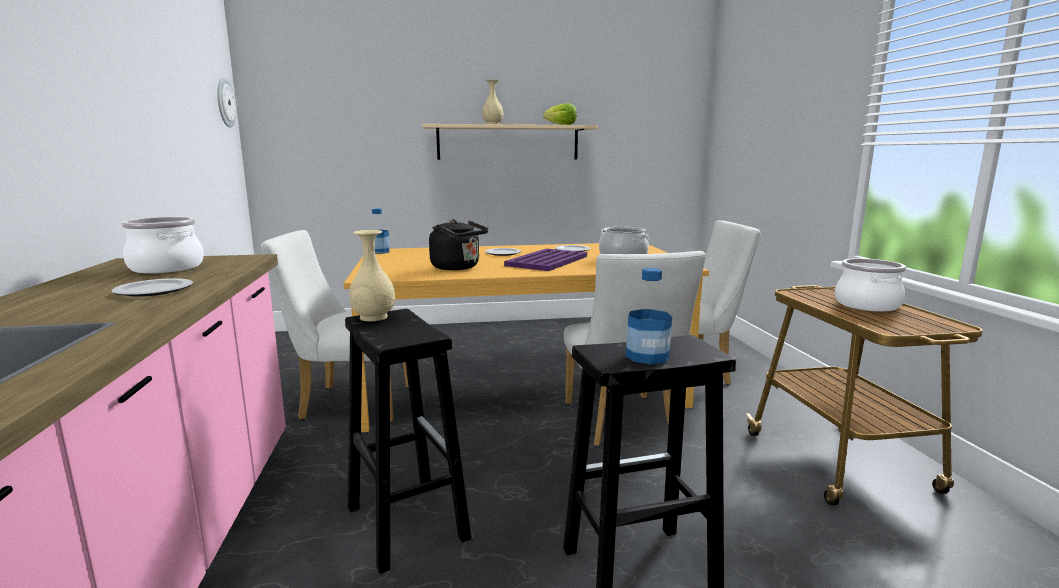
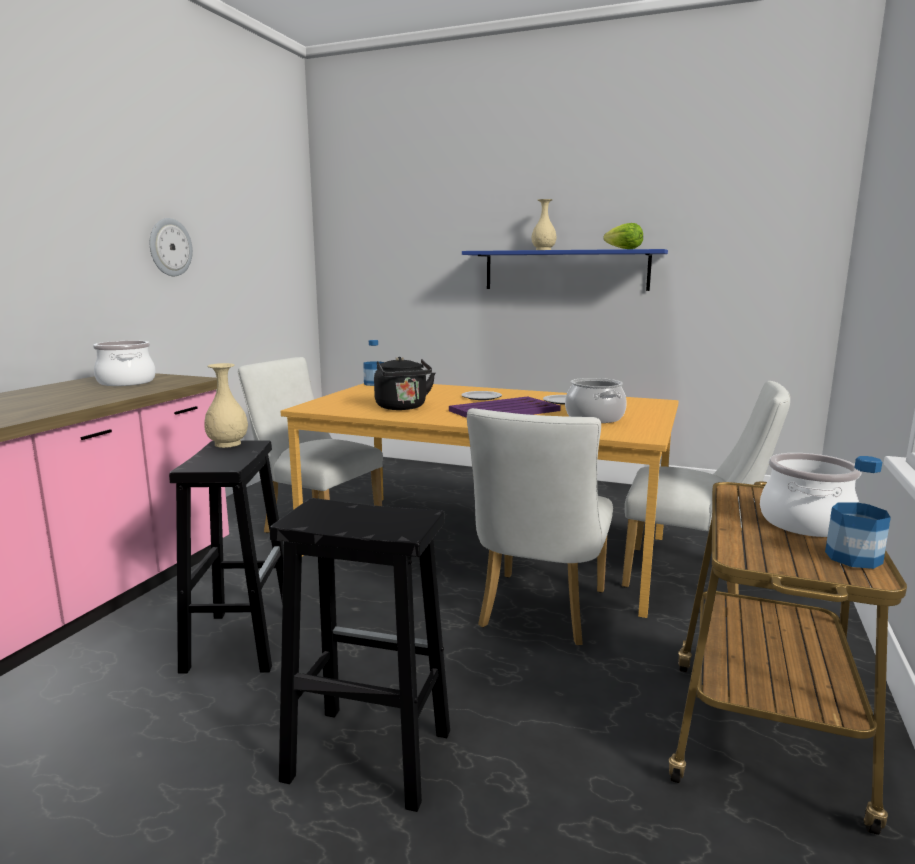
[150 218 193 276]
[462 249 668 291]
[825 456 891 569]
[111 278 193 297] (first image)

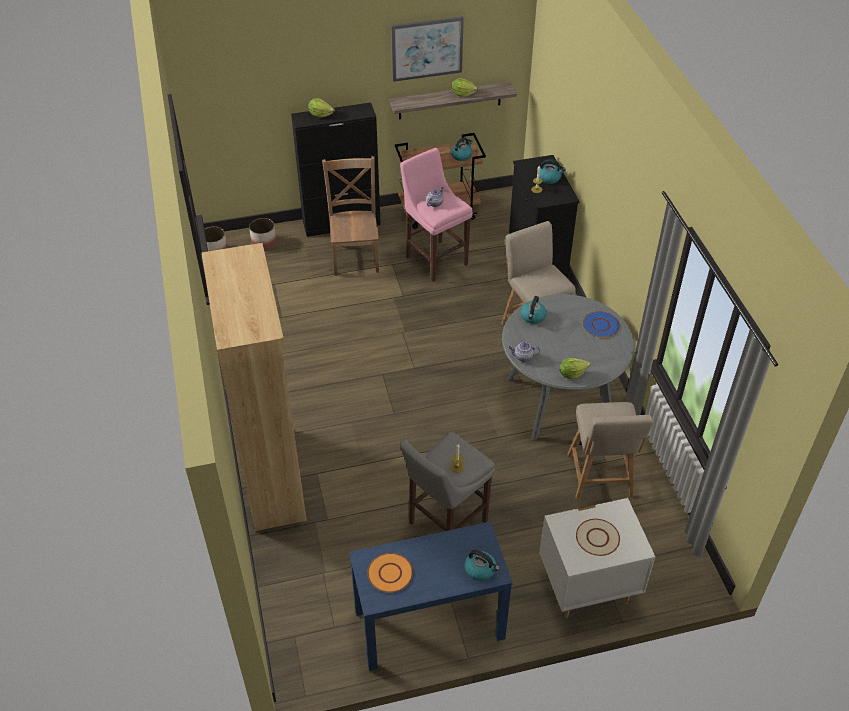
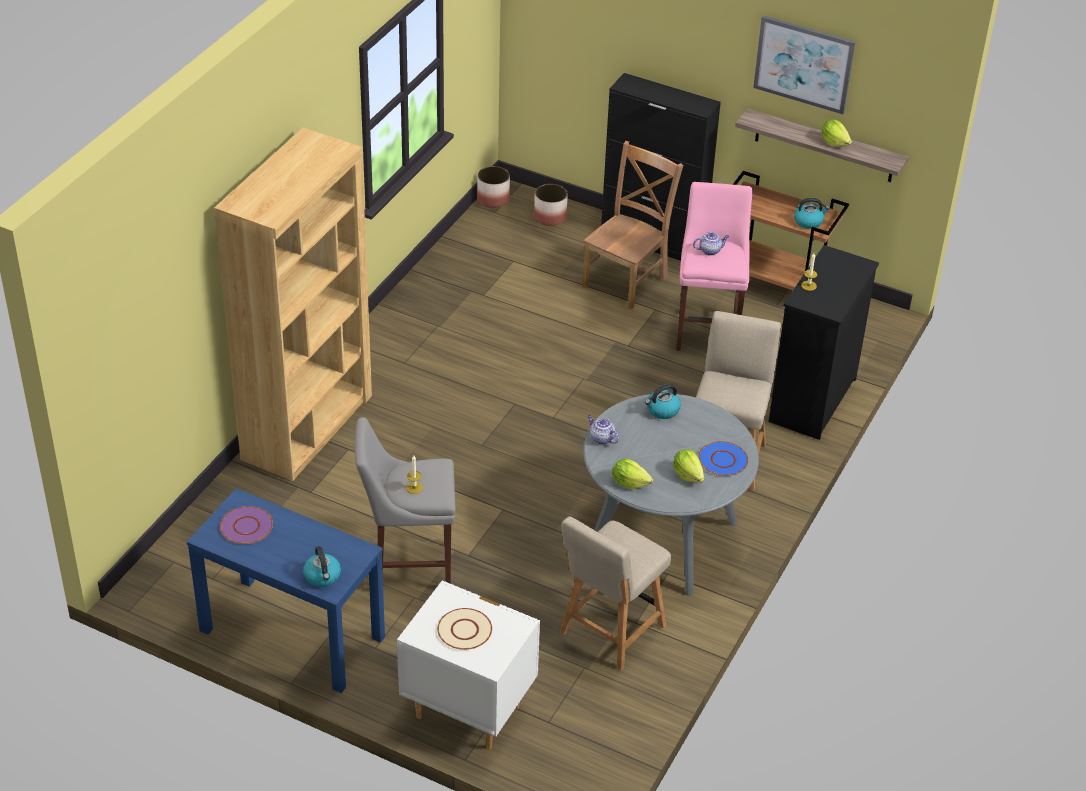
[673 449 704 483]
[539 159 566 184] (first image)
[220 506 273 544]

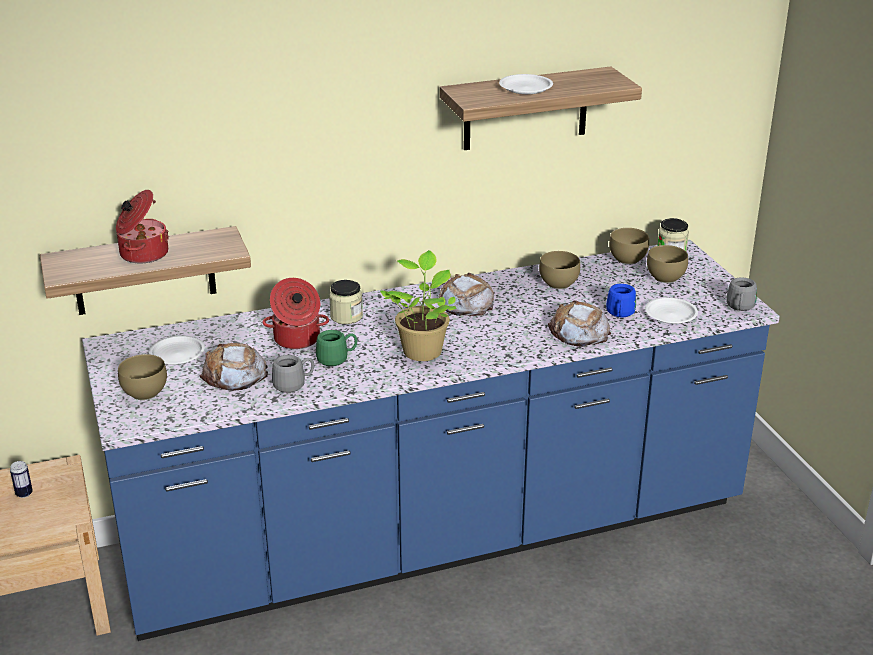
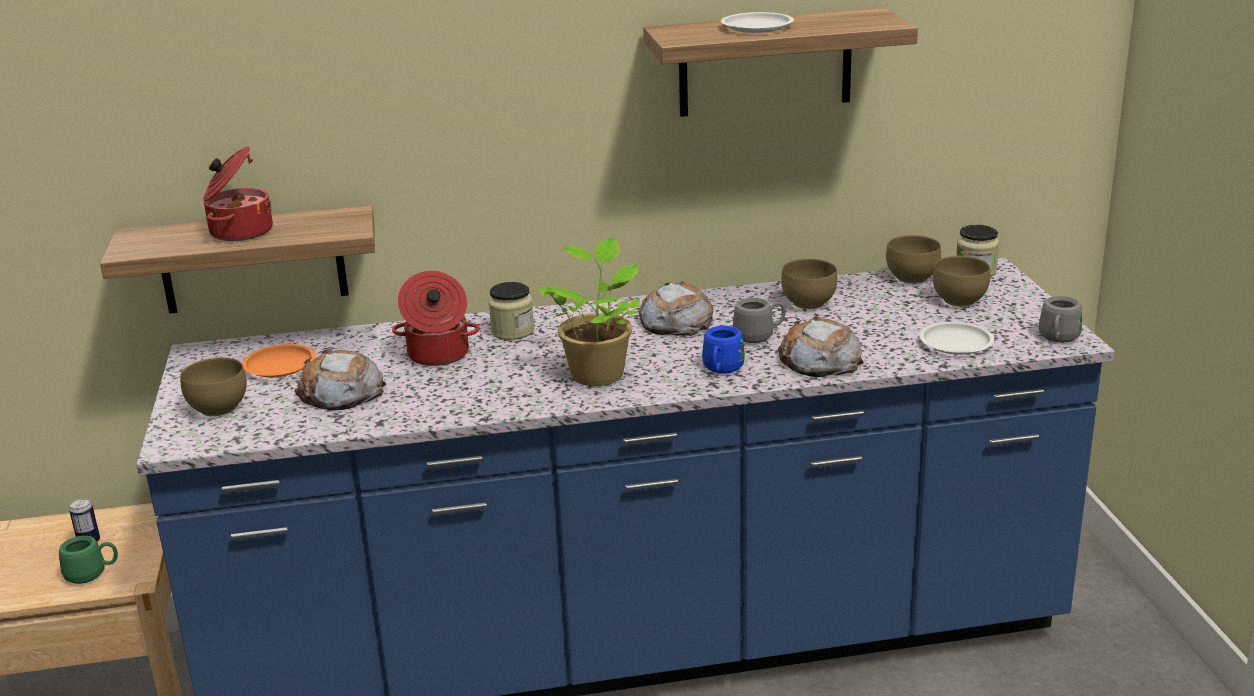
[702 326 745 373]
[59 536 118 584]
[242 344 316 377]
[733 298 785 343]

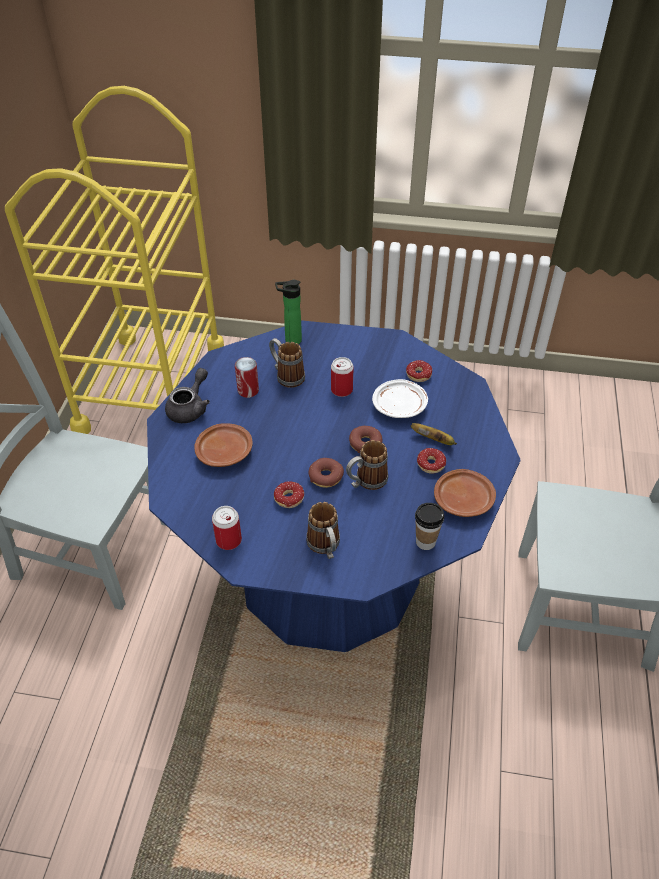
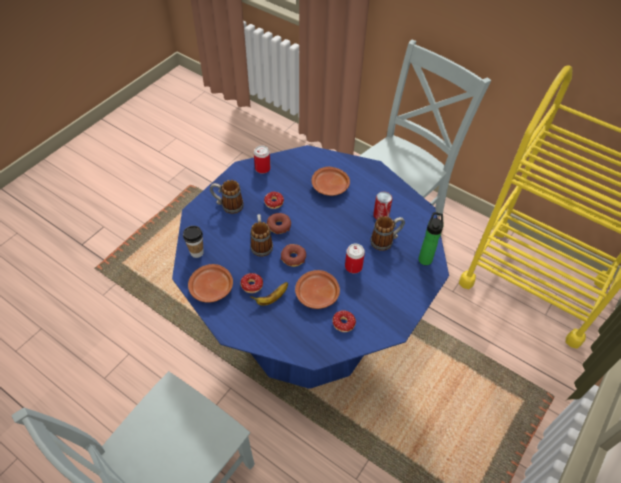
[165 368 210 423] (first image)
[295 270 340 309]

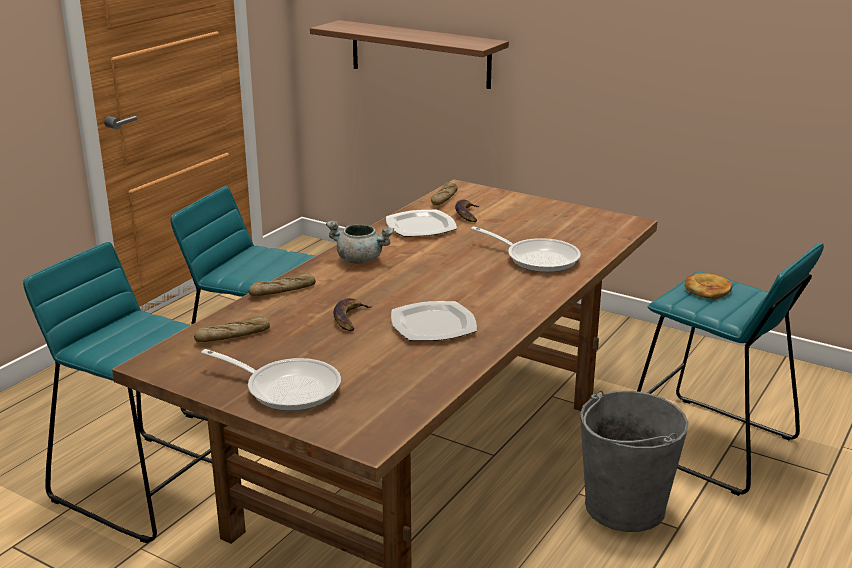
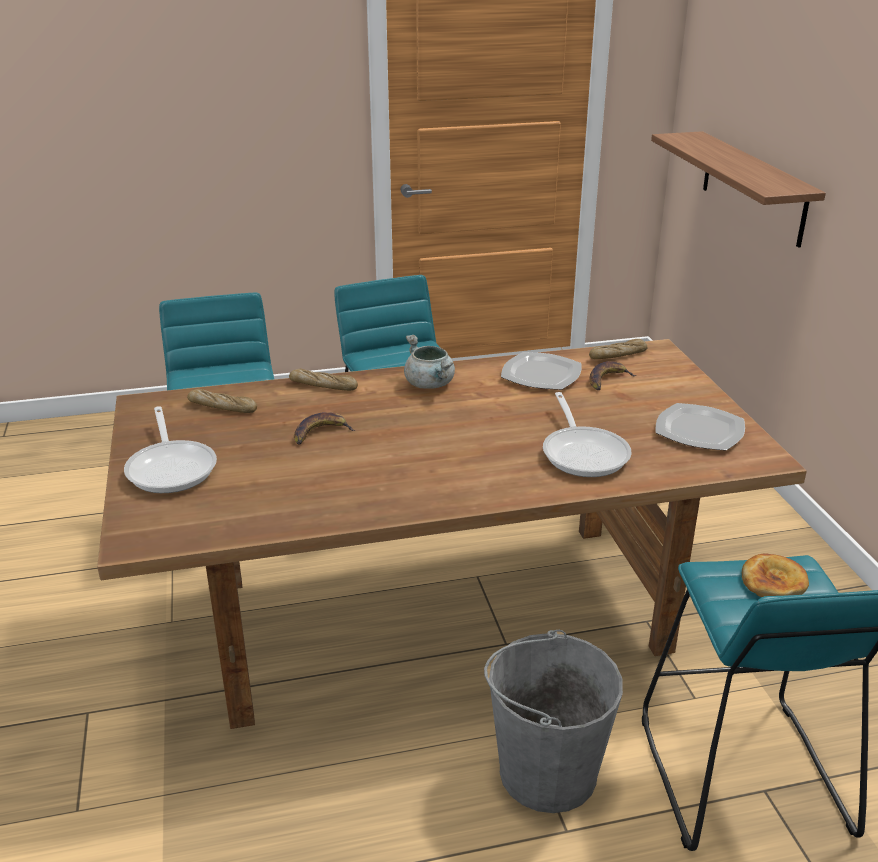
[656 403 745 451]

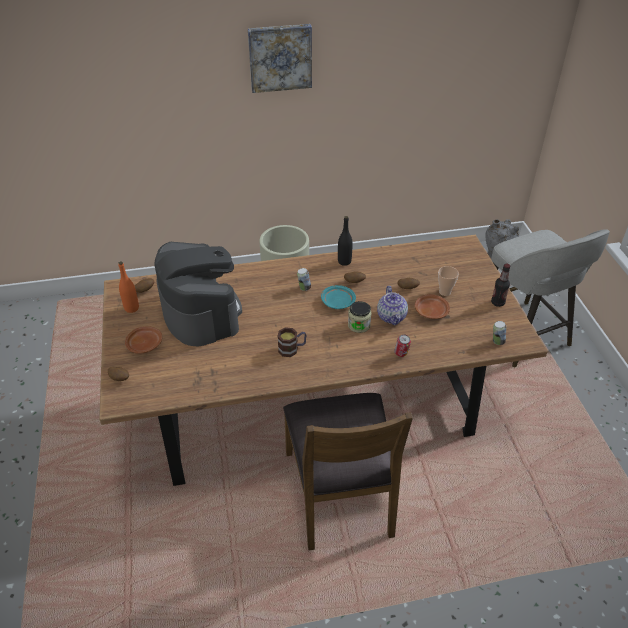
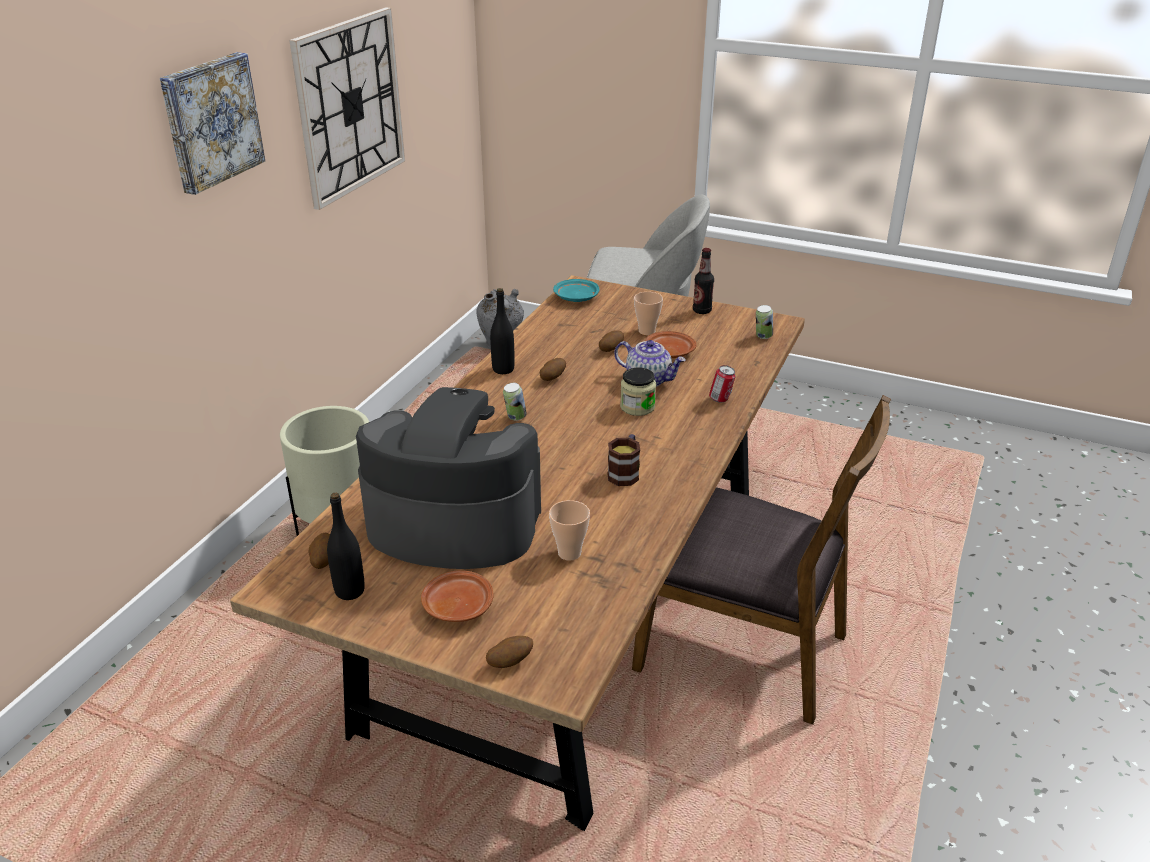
[327 493 365 600]
[553 279 600 302]
[289 7 405 210]
[549 500 590 560]

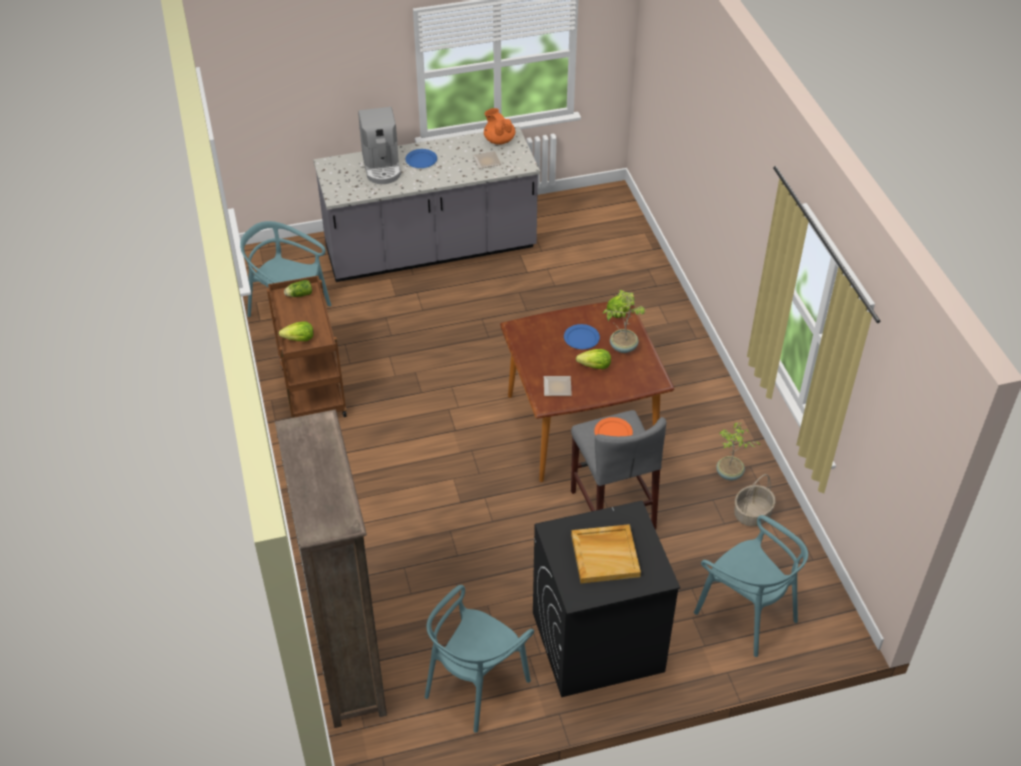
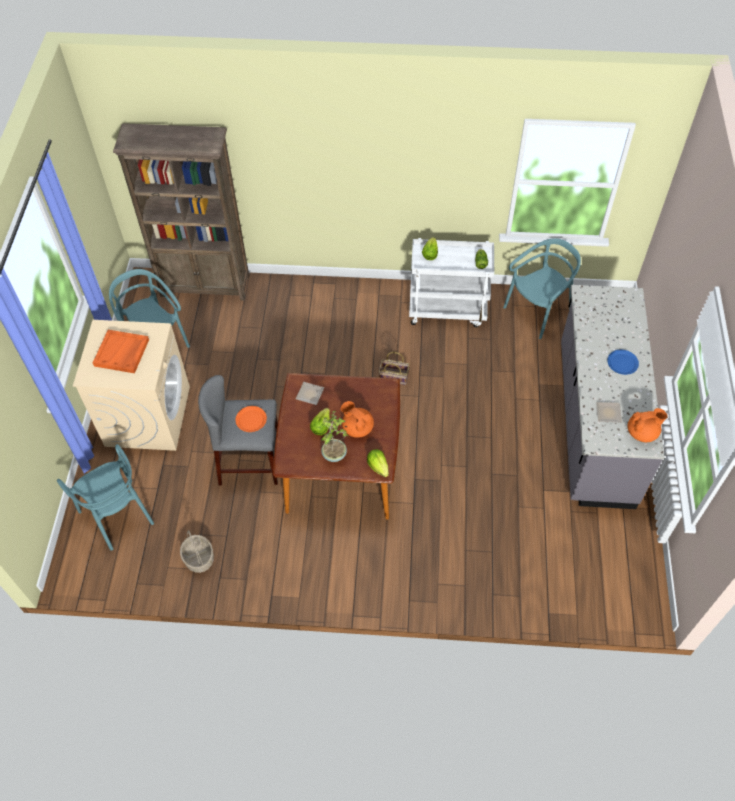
[358 107 401 184] (first image)
[409 238 494 327]
[341 401 374 438]
[716 422 760 481] (first image)
[73 320 190 451]
[57 444 154 551]
[93 330 149 373]
[379 352 409 385]

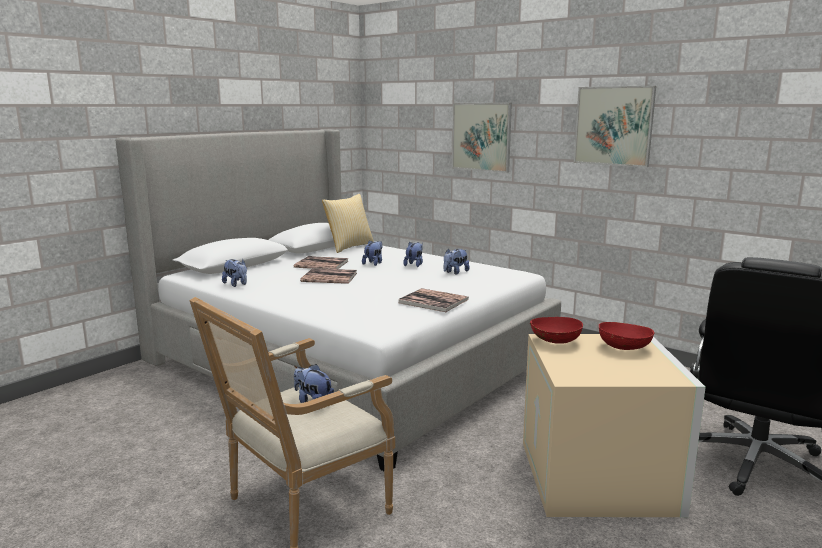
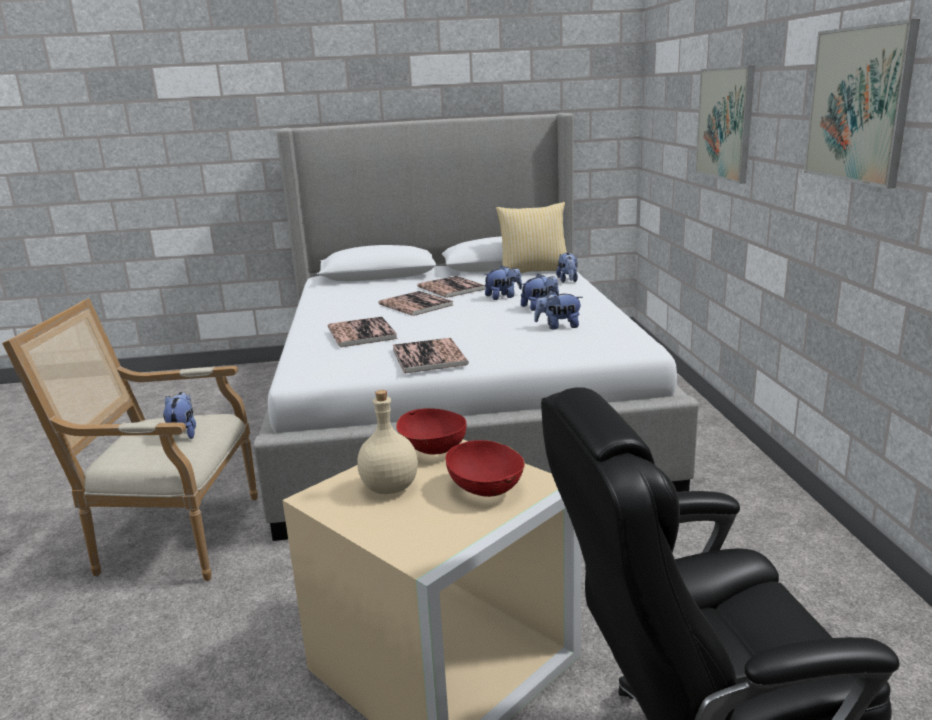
[556 253 578 283]
[328 316 397 347]
[357 390 418 494]

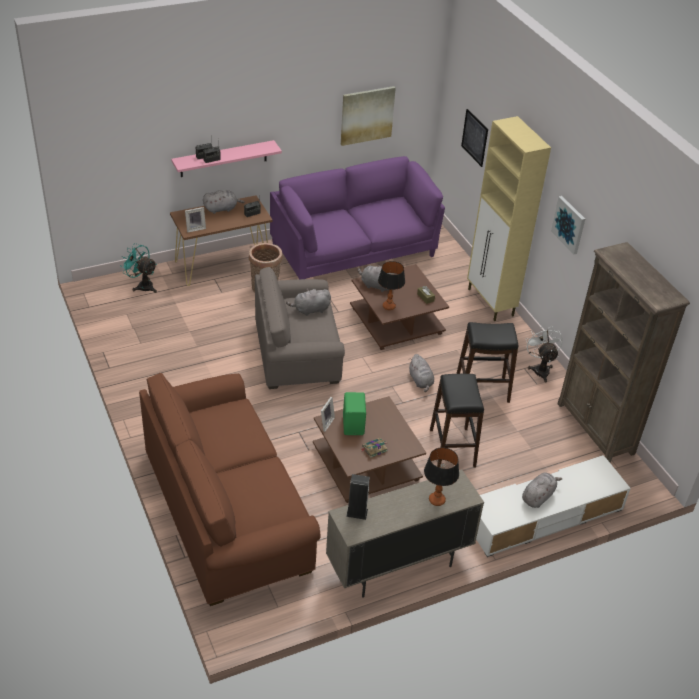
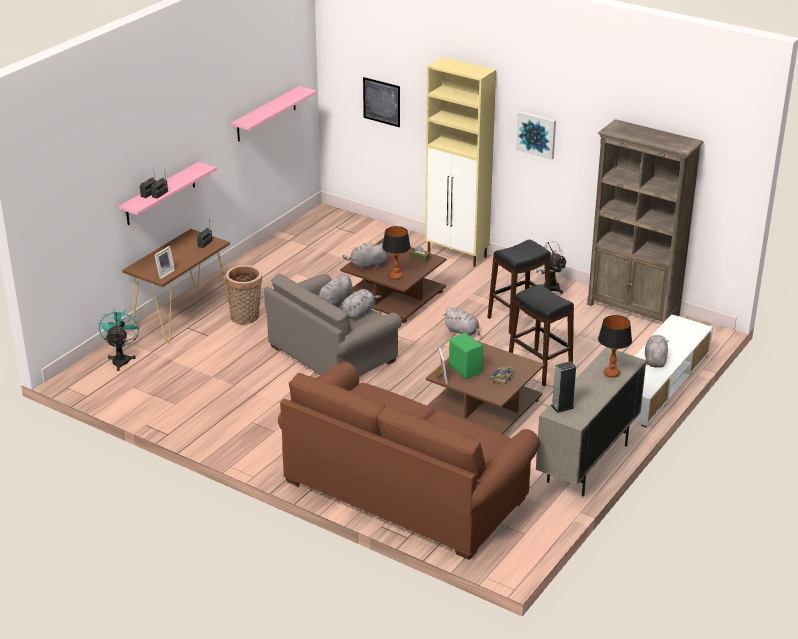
[231 86 317 142]
[270 156 445 279] (first image)
[341 289 381 320]
[99 309 140 371]

